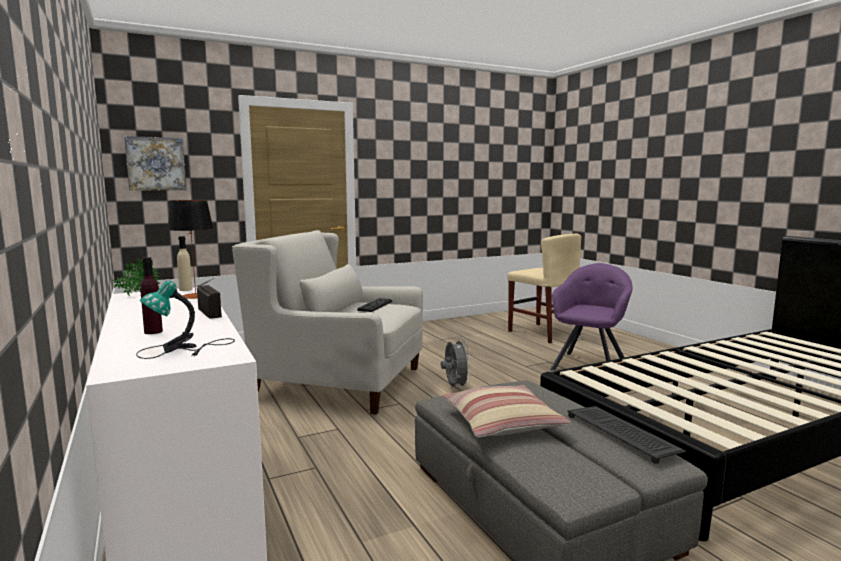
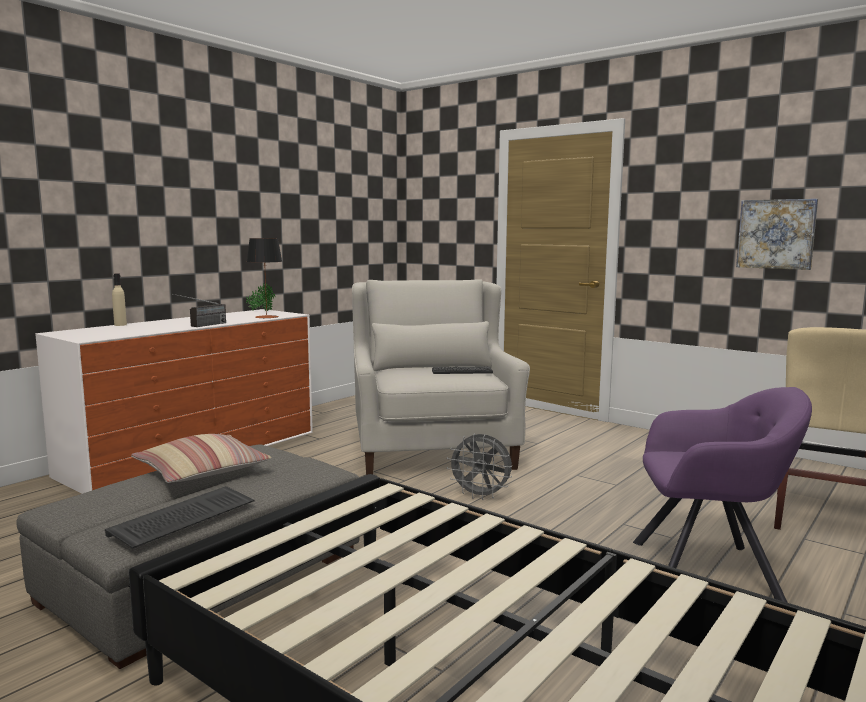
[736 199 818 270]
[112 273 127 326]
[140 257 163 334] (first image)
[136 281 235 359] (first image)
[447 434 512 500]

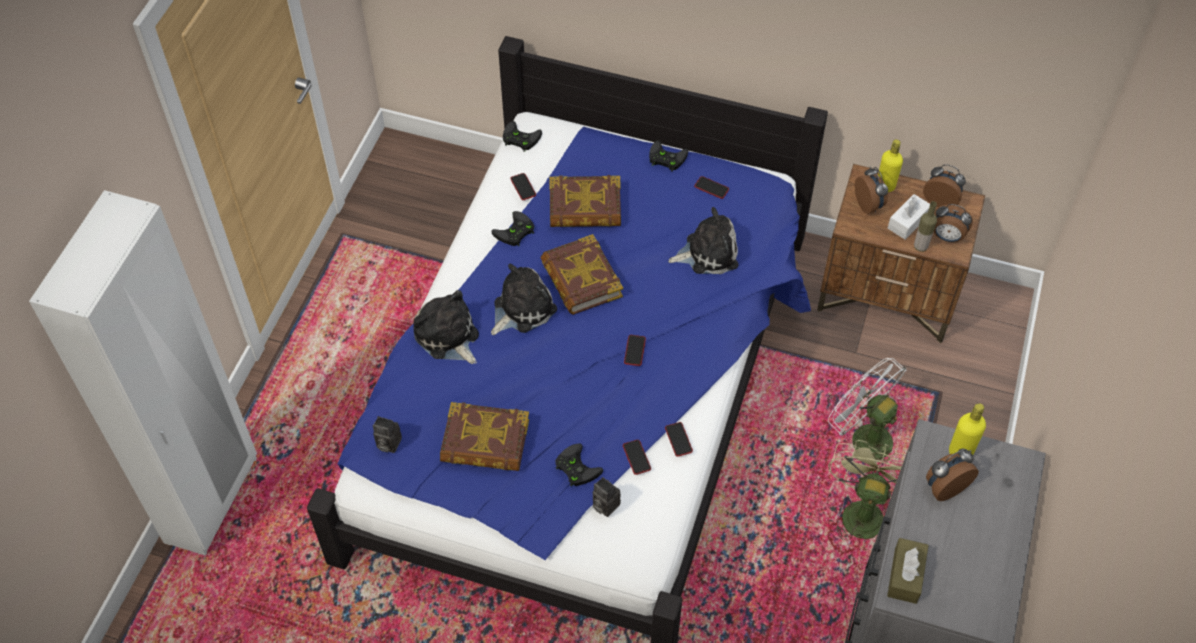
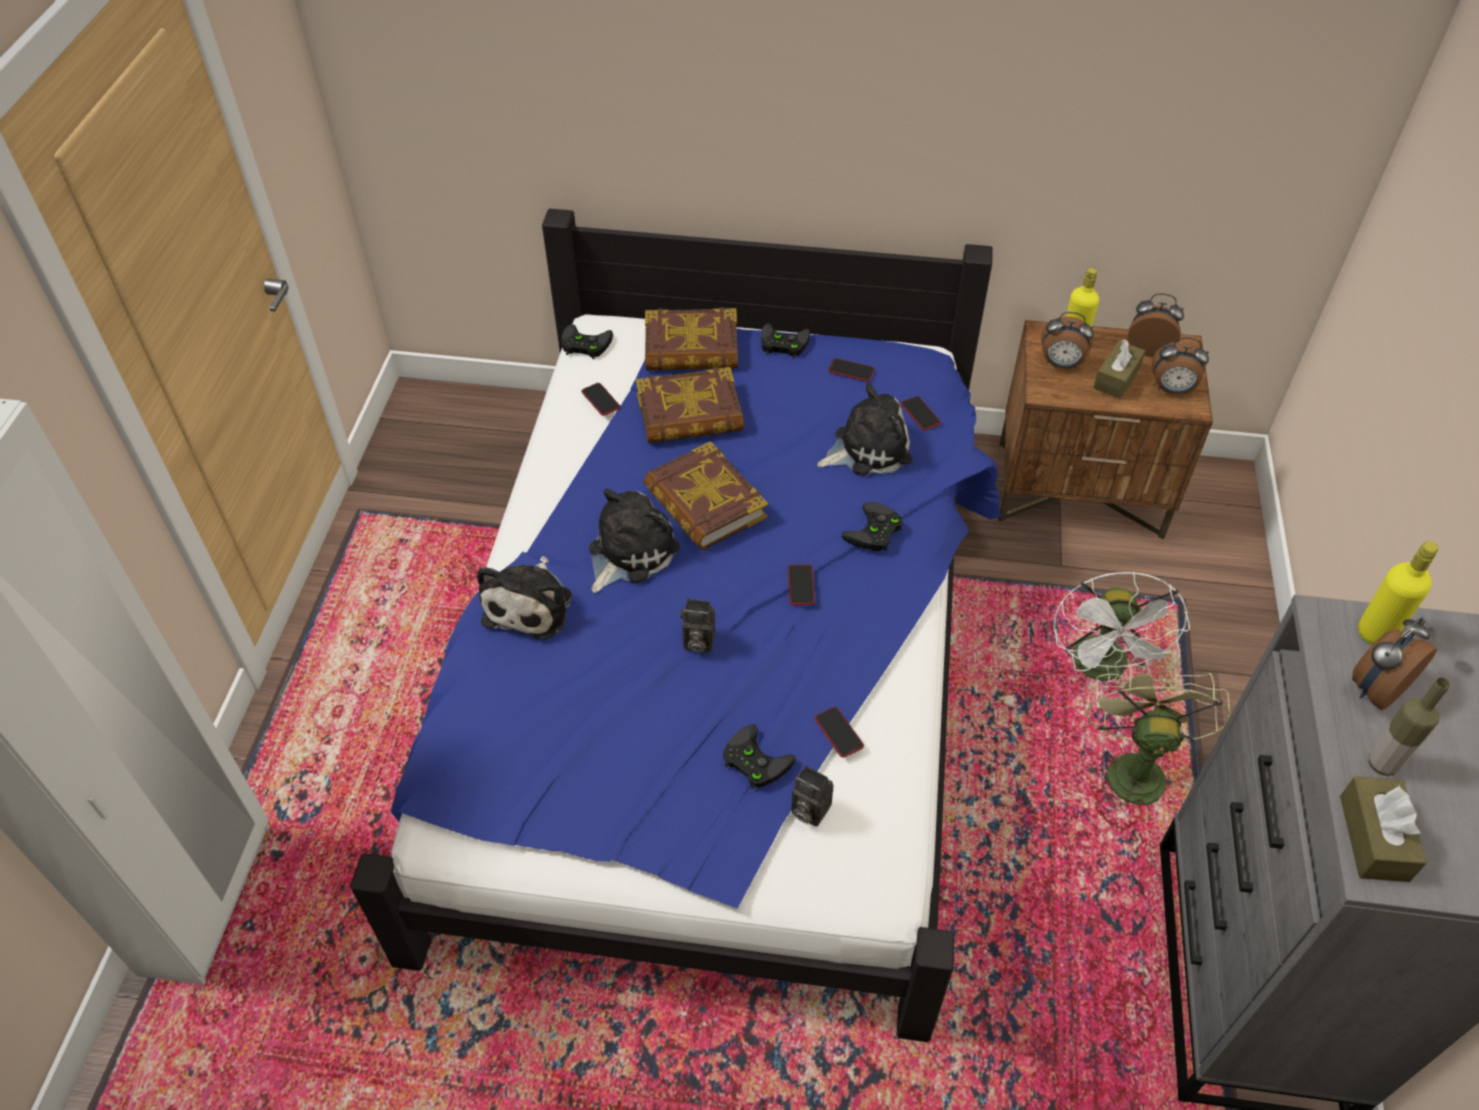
[1041 312 1094 368]
[1093 340 1145 399]
[1368 677 1451 776]
[842 502 903 551]
[477 556 572 640]
[1054 571 1190 682]
[645 307 738 370]
[680 599 715 653]
[901 396 941 430]

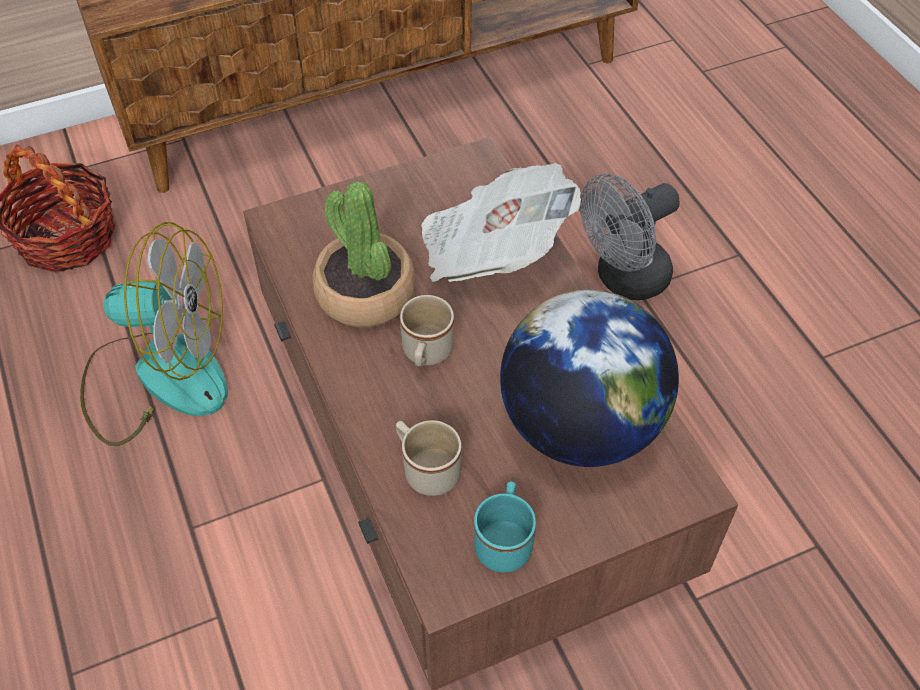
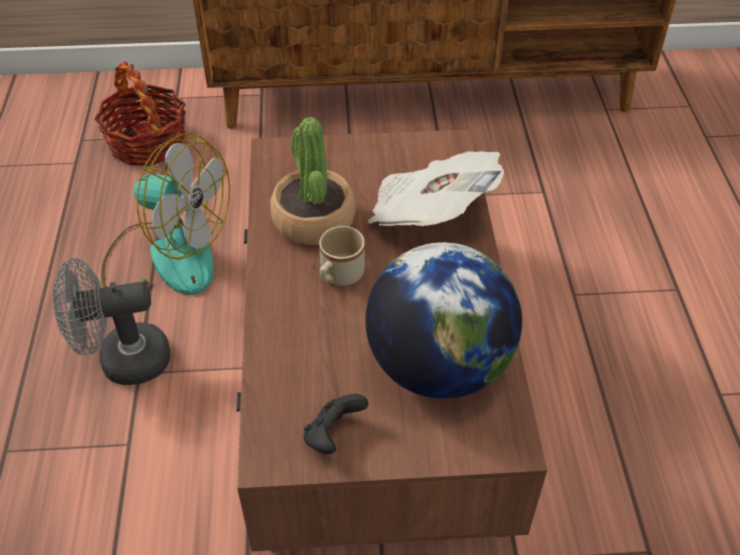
[53 258 171 385]
[396 420 462 496] (first image)
[303 394 368 454]

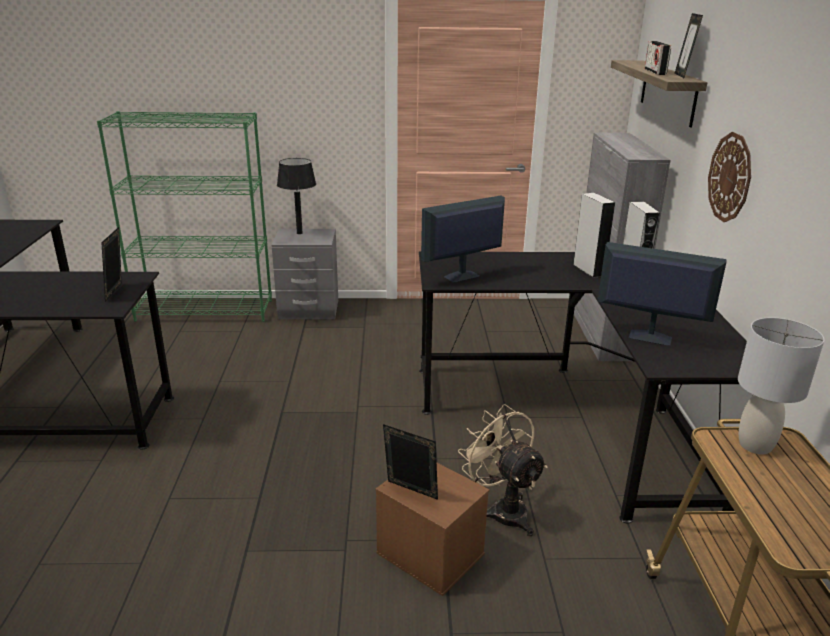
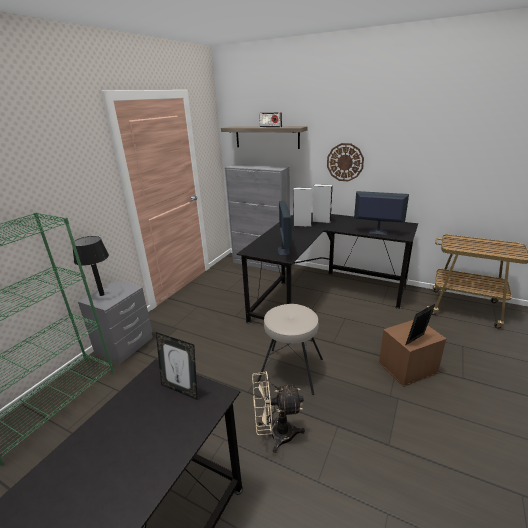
[675 13 703 78] (first image)
[354 191 409 235]
[738 317 824 454] (first image)
[252 371 305 453]
[257 304 323 395]

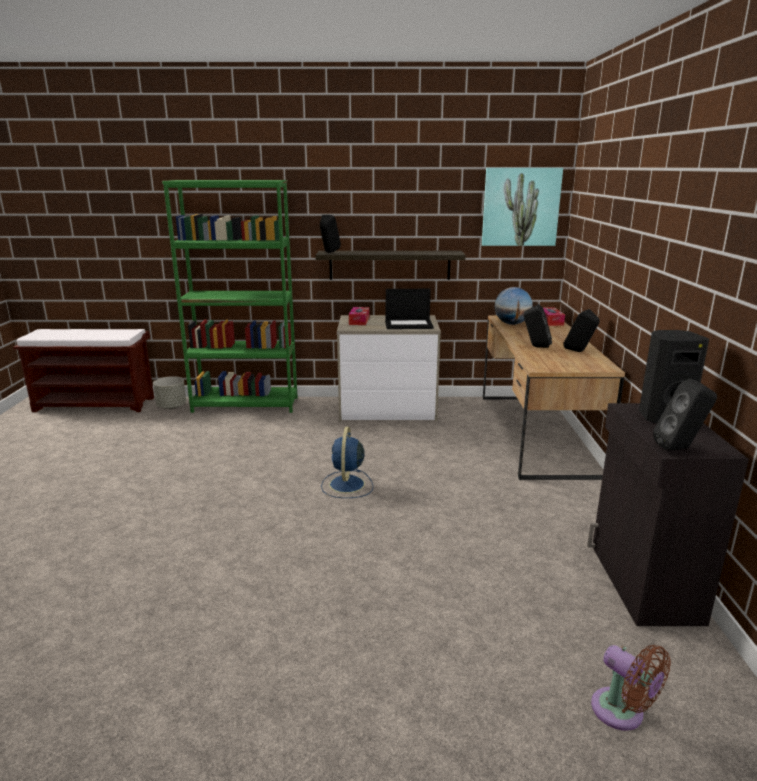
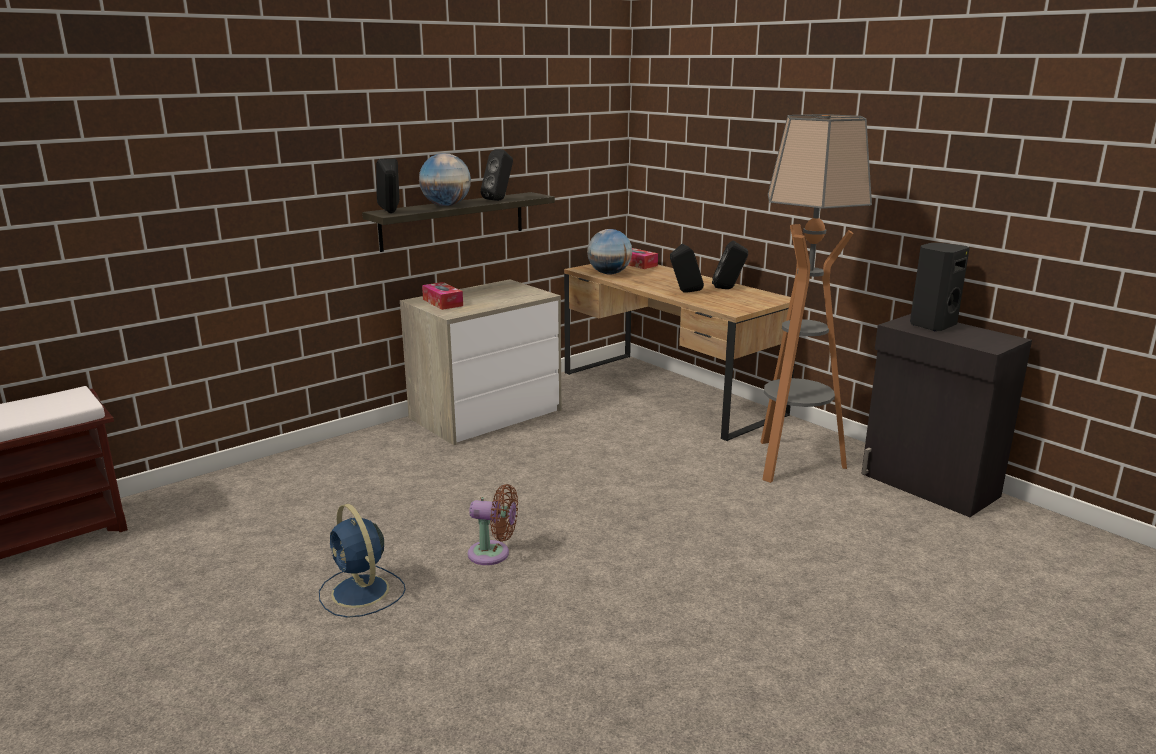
[482 168 563 246] (first image)
[162 180 298 413] (first image)
[385 289 434 329] (first image)
[153 376 186 409] (first image)
[480 149 513 201]
[319 504 406 618]
[468 484 518 565]
[760 114 872 483]
[419 153 471 206]

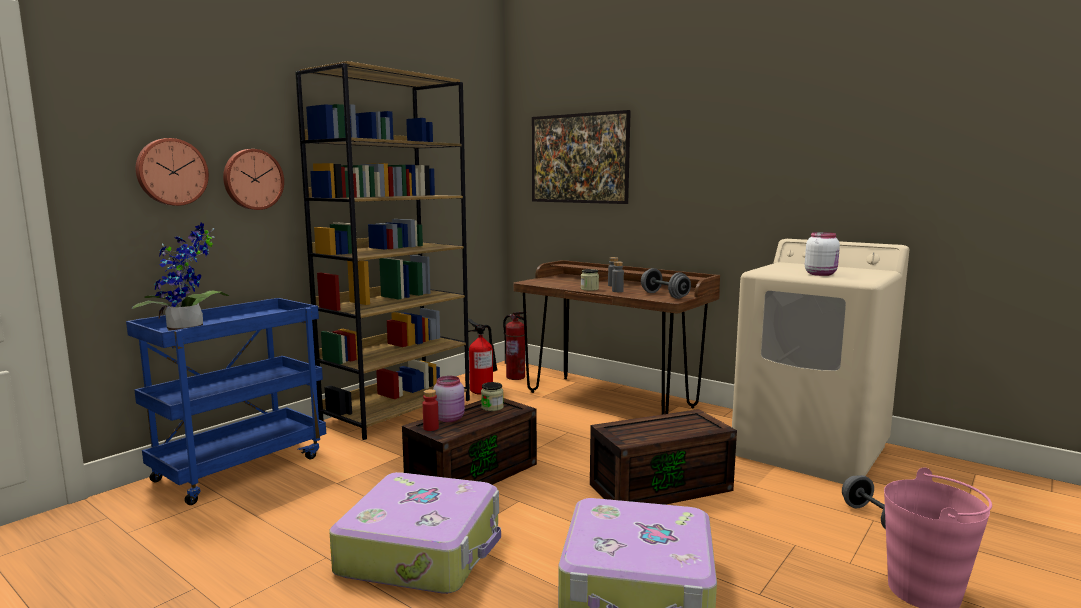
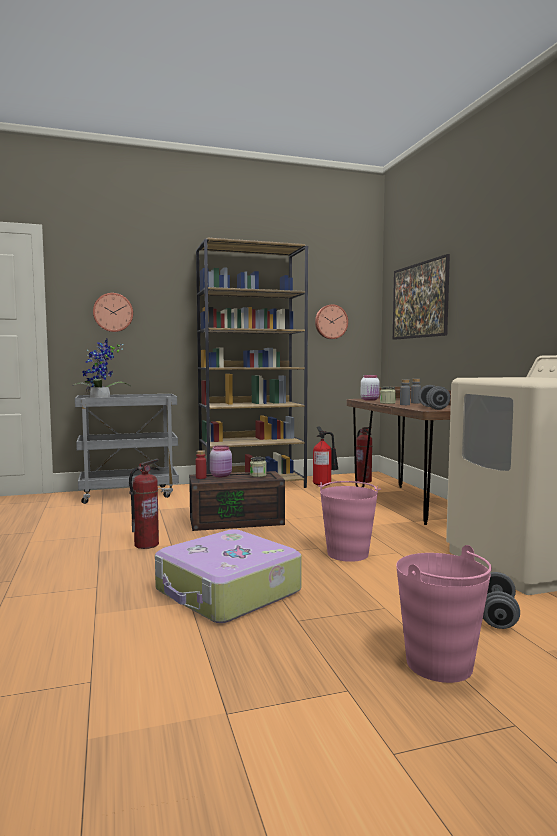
[315 304 348 339]
[361 375 380 401]
[75 394 179 504]
[318 481 381 562]
[129 459 160 549]

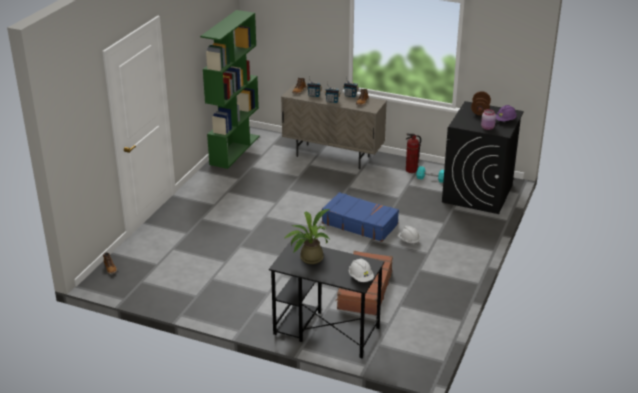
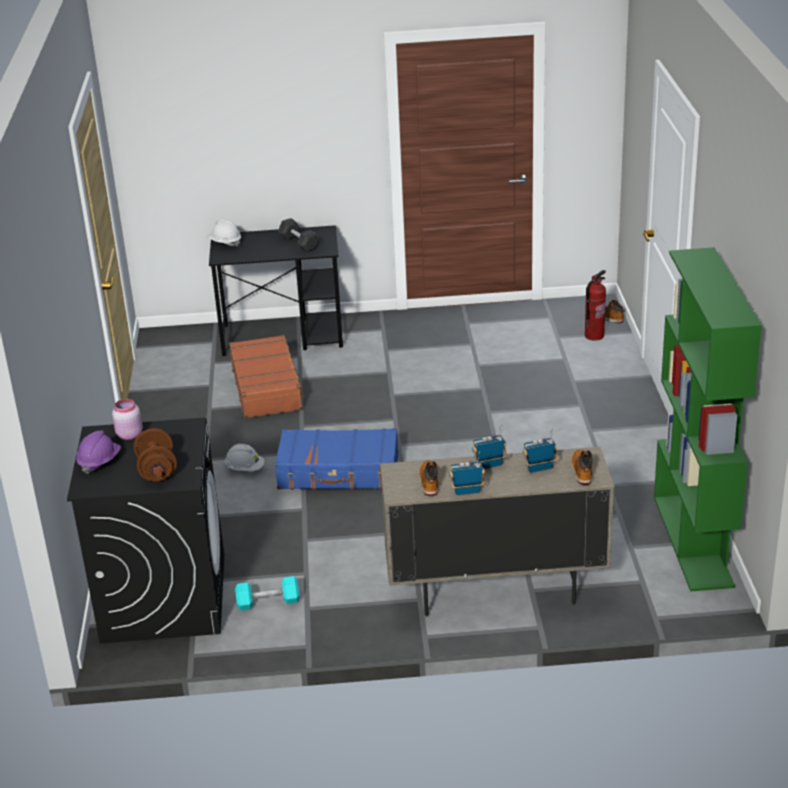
[585 270 606 341]
[278 218 320 252]

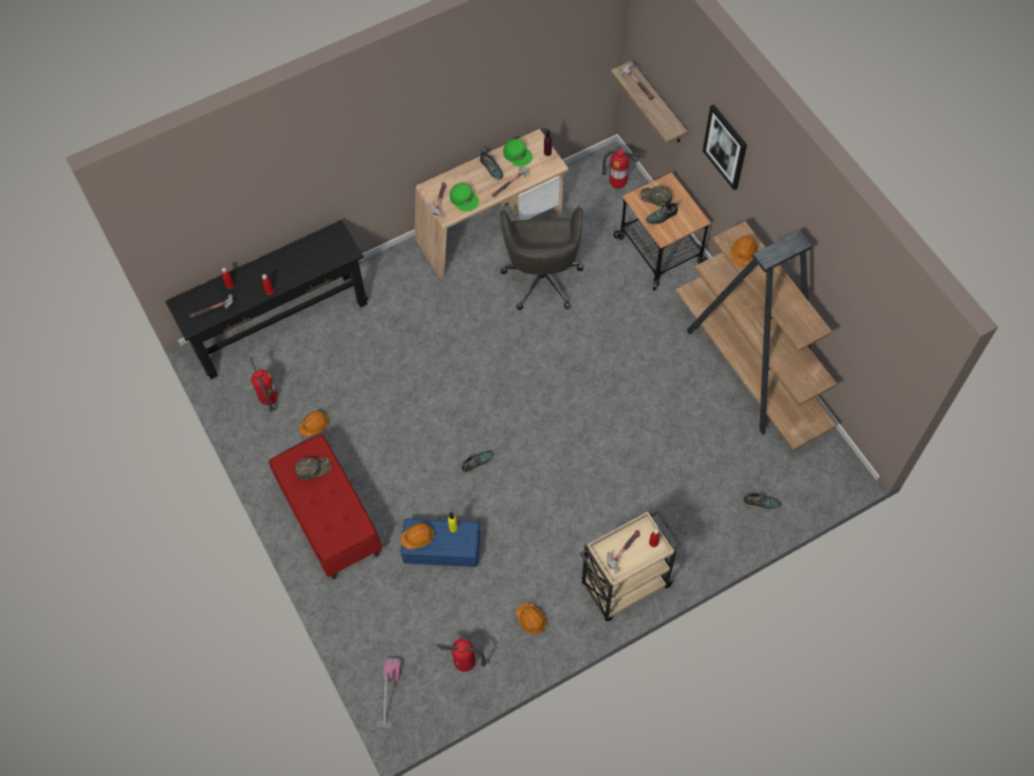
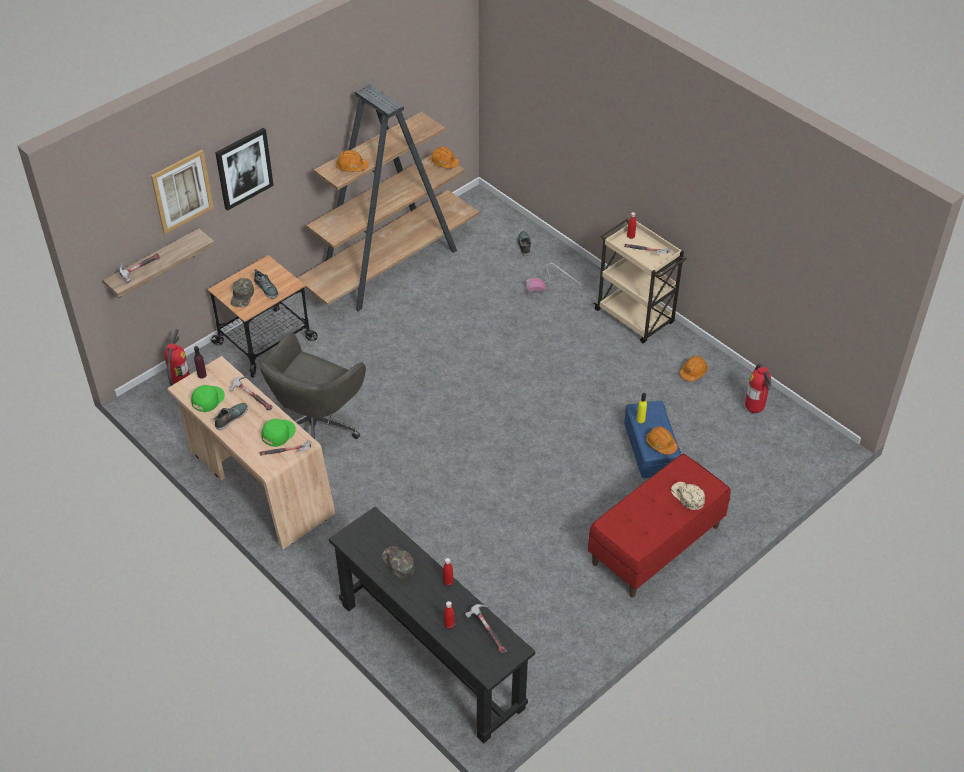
[259 333 366 439]
[250 356 278 412] (first image)
[430 146 459 169]
[461 451 494 473] (first image)
[382 546 415 579]
[525 263 585 294]
[151 150 214 234]
[671 482 705 510]

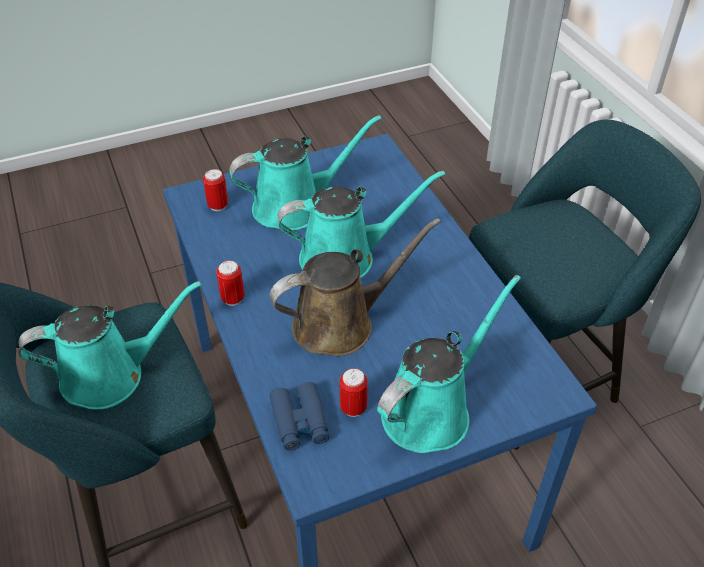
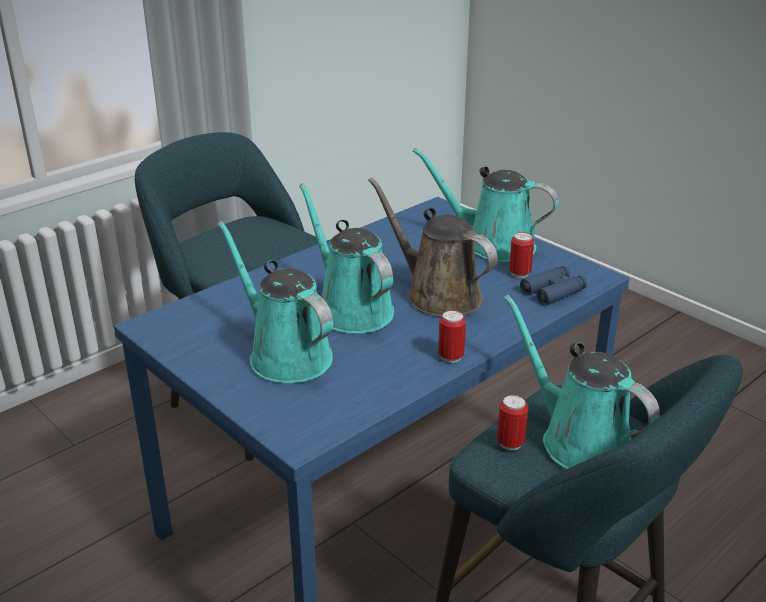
[497 395 528 451]

